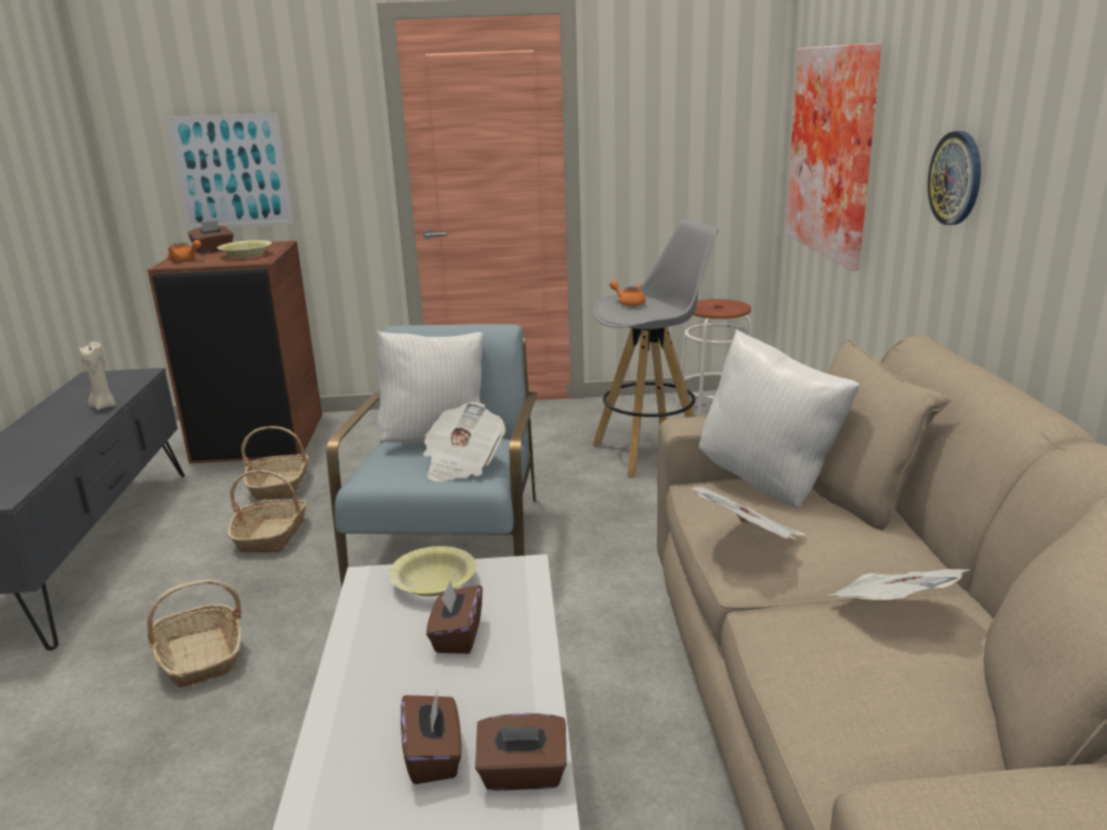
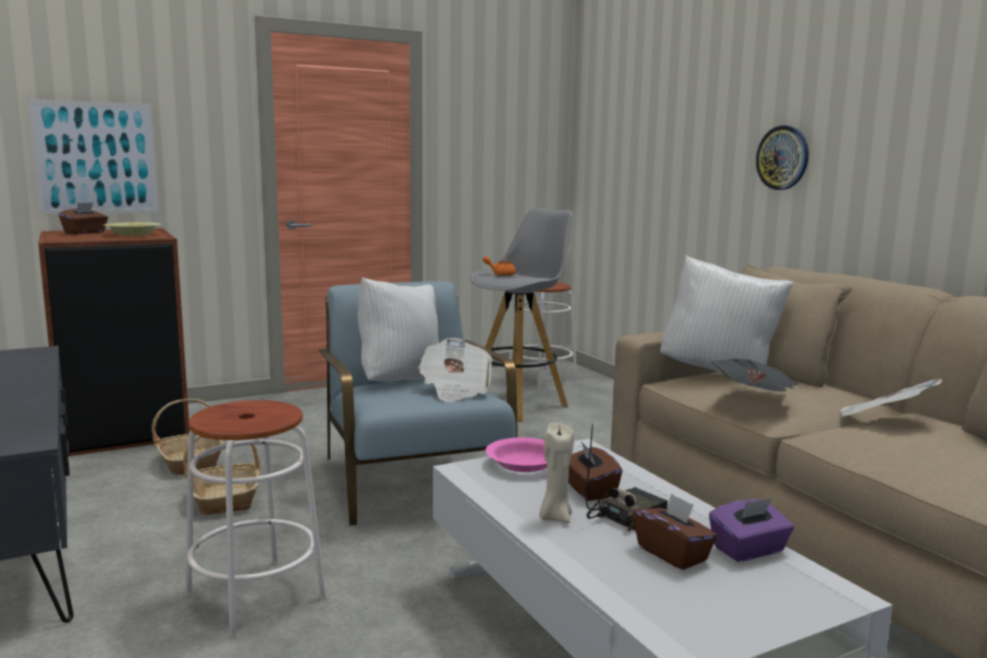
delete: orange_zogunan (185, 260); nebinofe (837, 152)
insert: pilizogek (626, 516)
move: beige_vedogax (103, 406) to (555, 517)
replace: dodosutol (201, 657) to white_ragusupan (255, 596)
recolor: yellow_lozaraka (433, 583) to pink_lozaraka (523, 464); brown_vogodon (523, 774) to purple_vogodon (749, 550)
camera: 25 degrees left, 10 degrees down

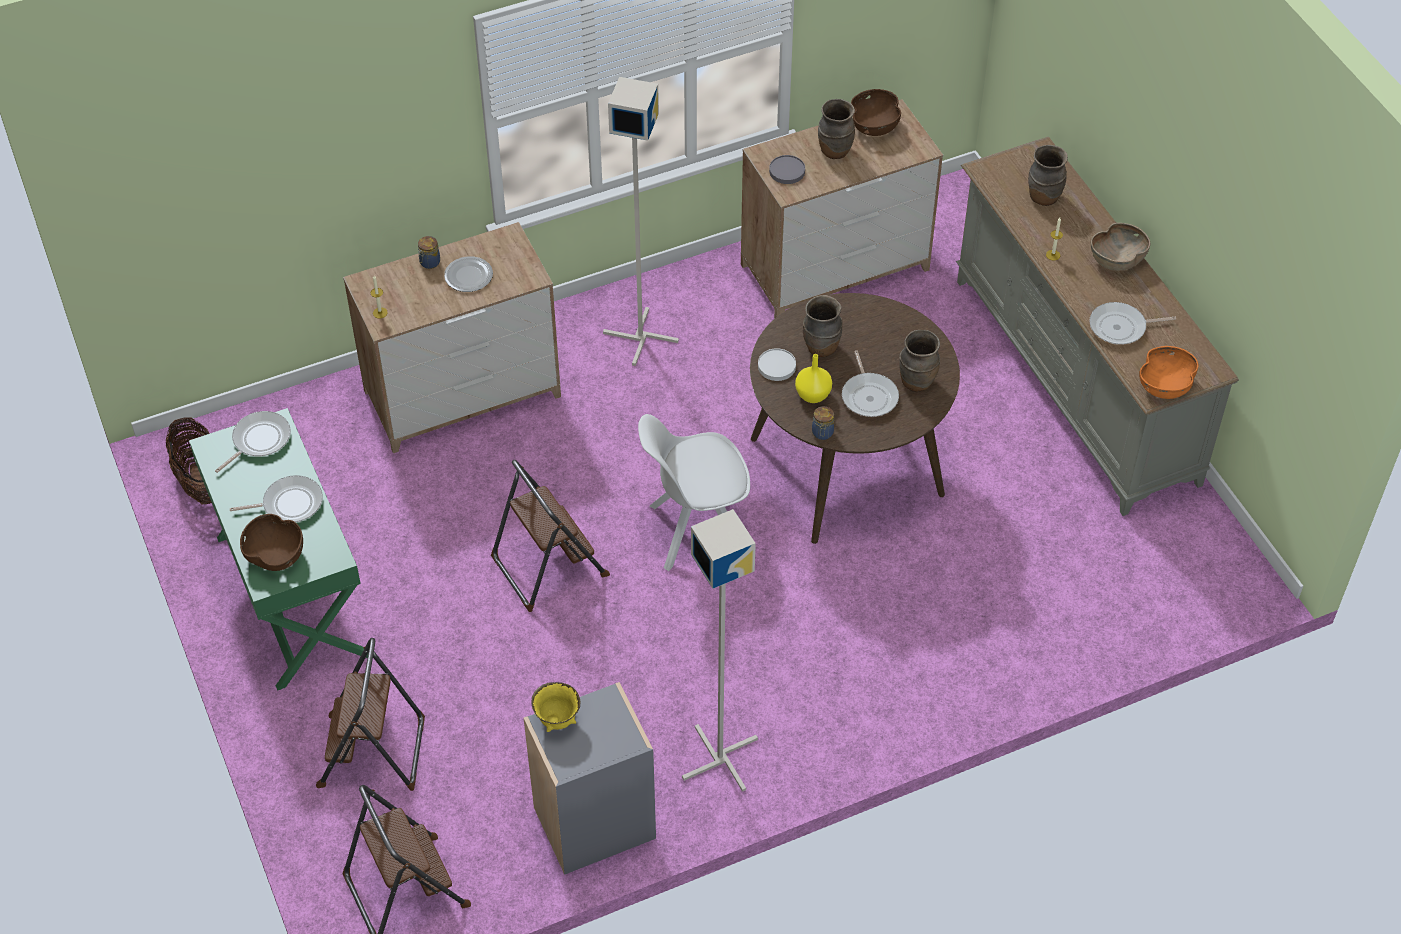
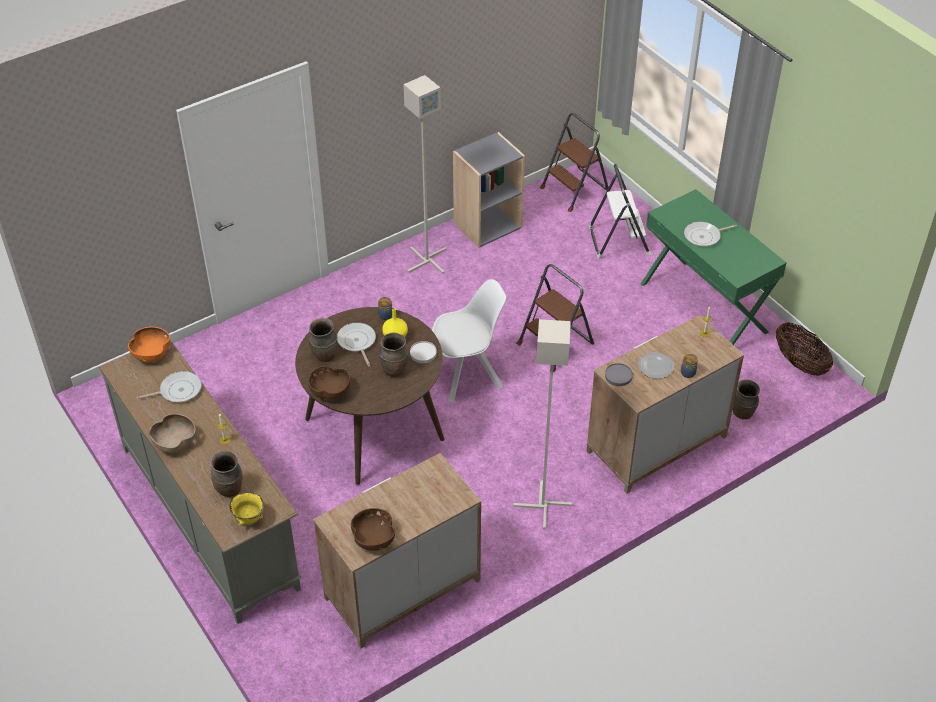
delete: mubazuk (259, 440)
move: brown_lozaraka (275, 555) to (330, 392); yellow_lozaraka (557, 720) to (249, 519); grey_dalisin (786, 171) to (618, 376); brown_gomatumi (834, 151) to (742, 413)
recolor: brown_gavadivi (376, 752) to white_gavadivi (616, 240)
camera: 170 degrees right, 5 degrees down

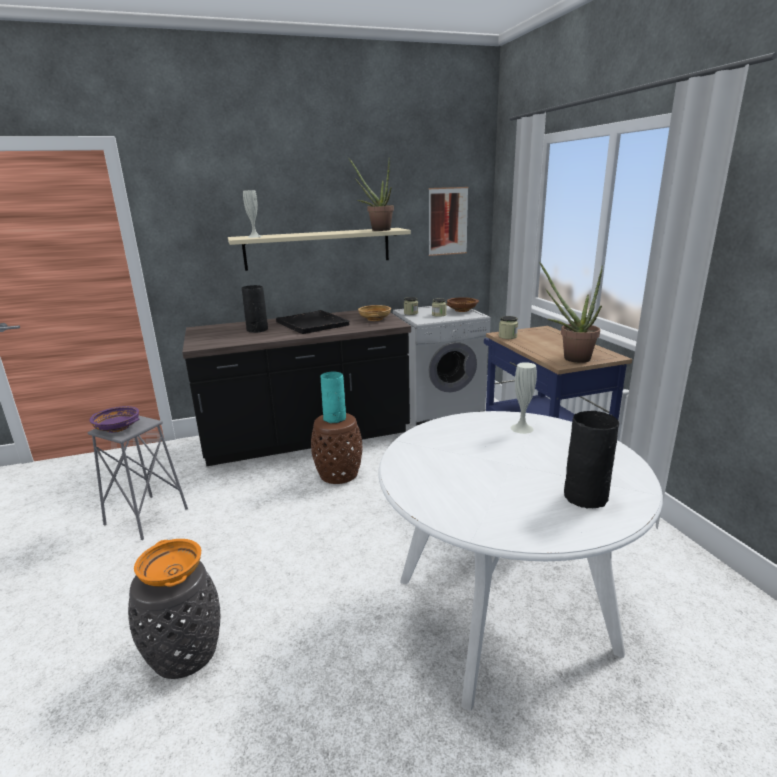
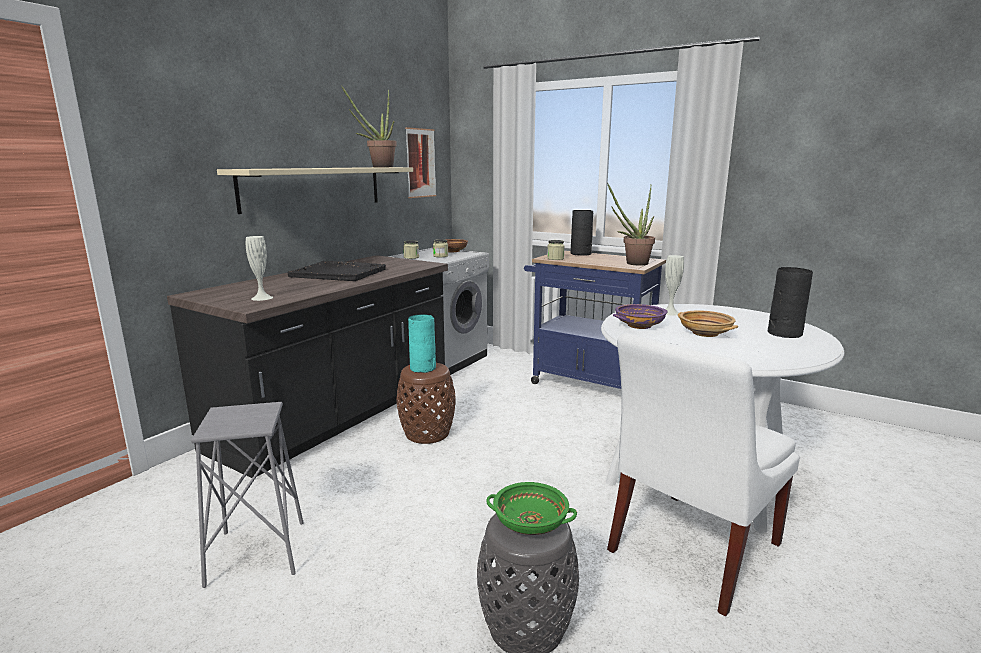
insert: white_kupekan (689, 550)
move: purple_lozaraka (118, 428) to (639, 325); black_gomatumi (257, 330) to (581, 254); white_gomatumi (254, 237) to (262, 298); beige_lozaraka (375, 319) to (705, 333)
recolor: orange_lozaraka (171, 574) to green_lozaraka (529, 523)
camera: 40 degrees left, 5 degrees down

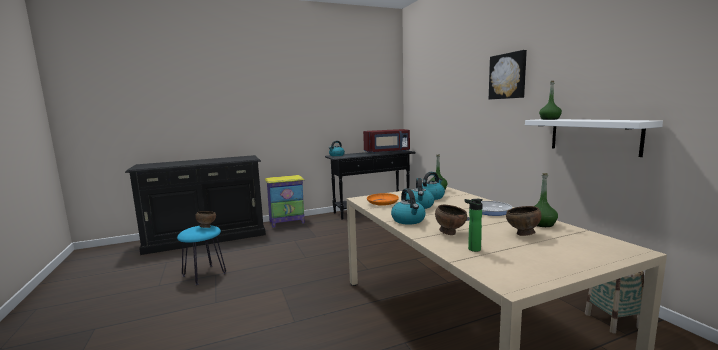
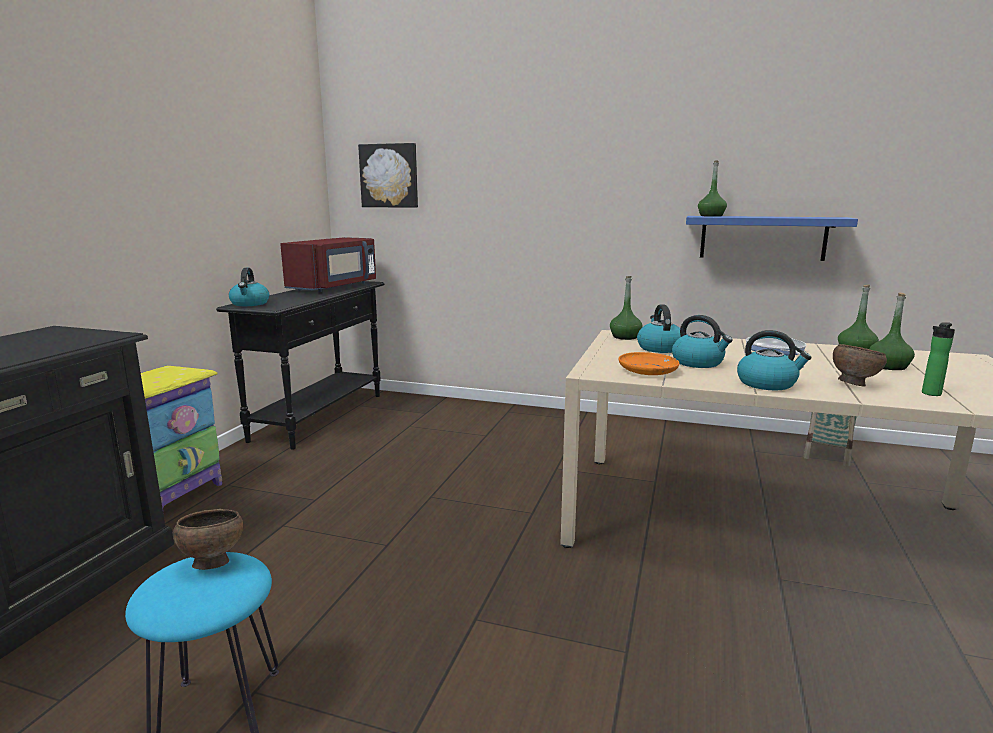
move: nebinofe (508, 76) to (389, 176)
replace: brown_lozaraka (522, 234) to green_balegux (889, 366)
recolor: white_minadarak (593, 136) to blue_minadarak (762, 238)
camera: 50 degrees left, 5 degrees up

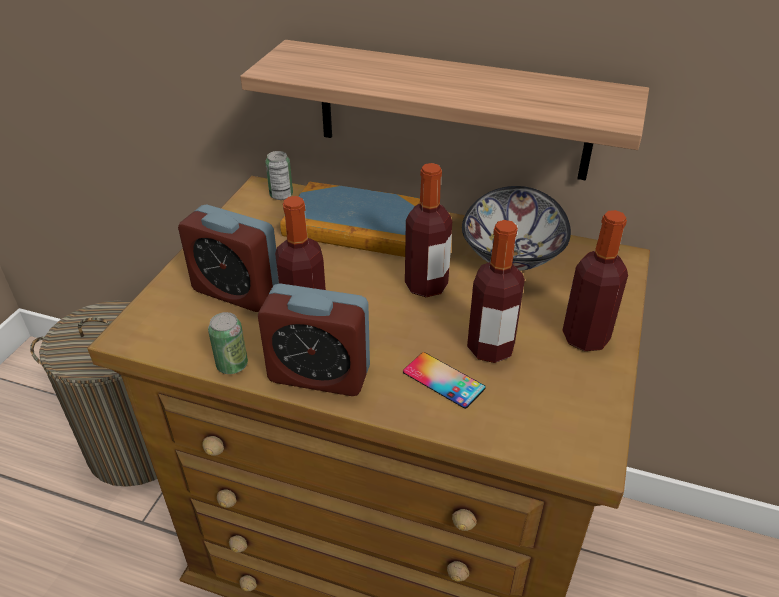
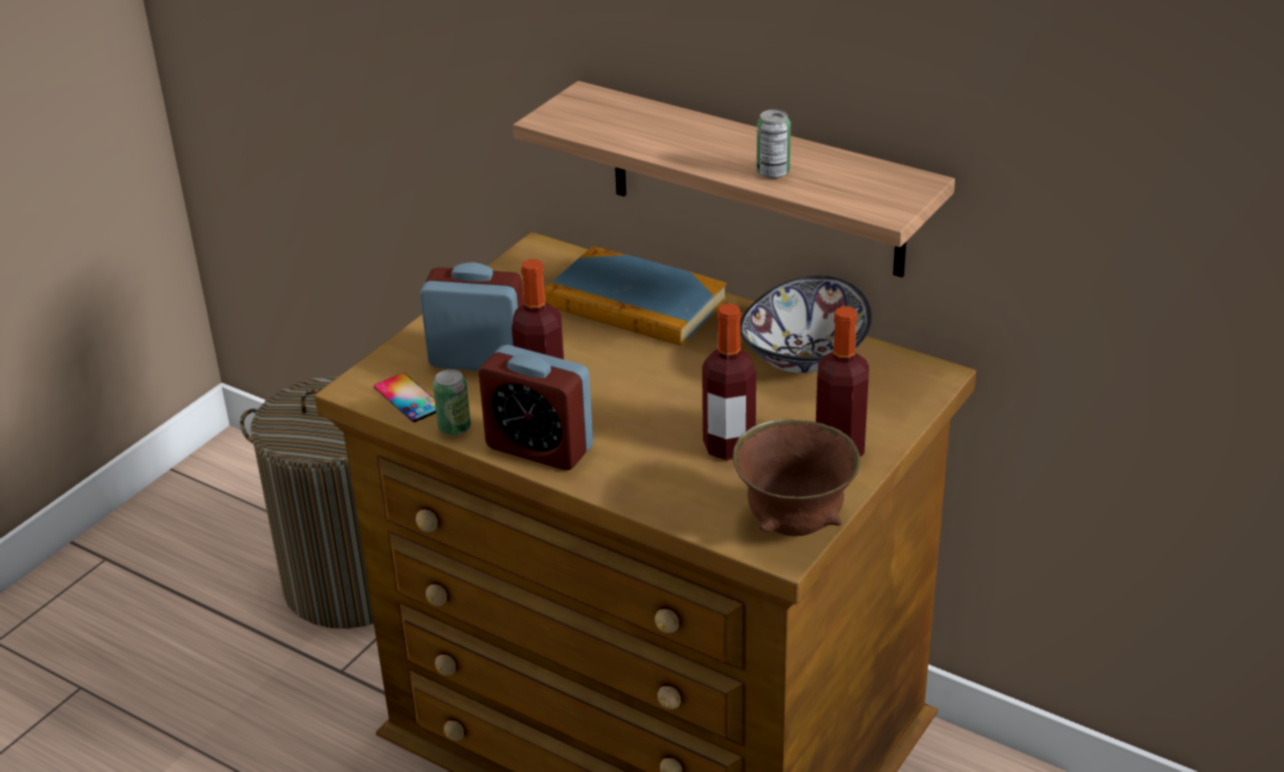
delete: balegux (426, 285)
insert: brown_lozaraka (794, 524)
move: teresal (281, 195) to (773, 172); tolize (443, 380) to (408, 398)
rotate: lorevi (237, 291) = (478, 359) 150 degrees clockwise
camera: 15 degrees right, 5 degrees down

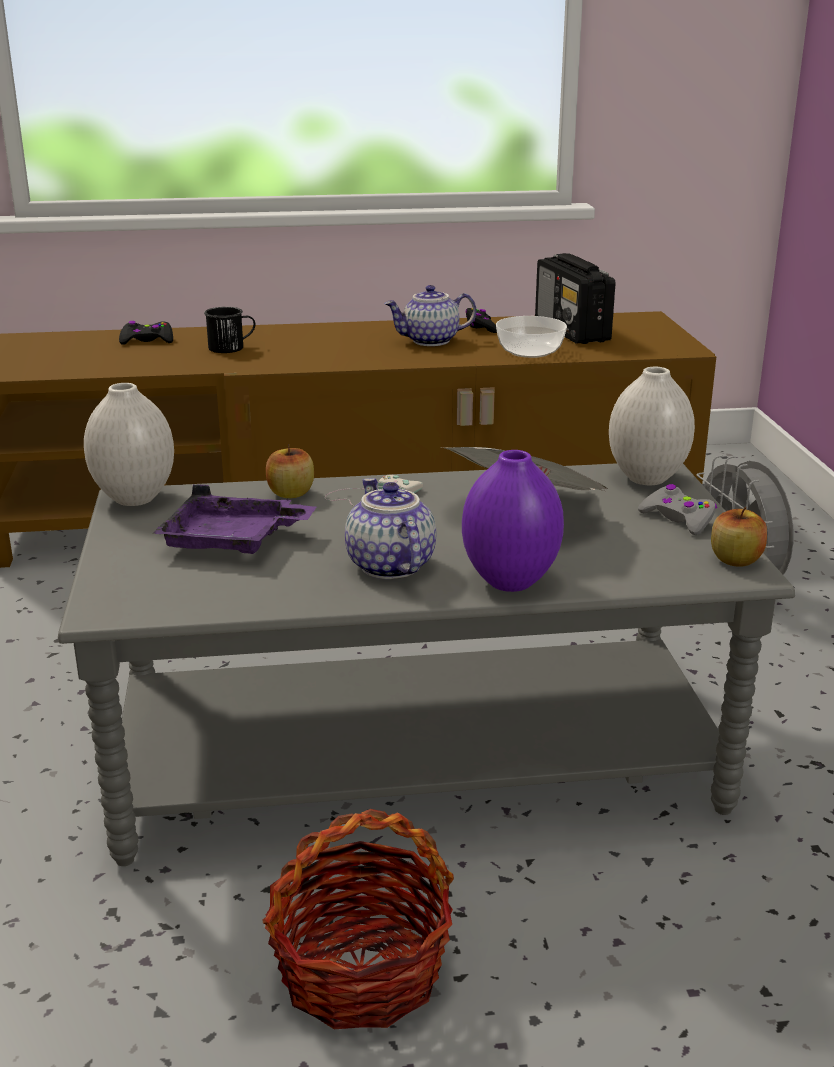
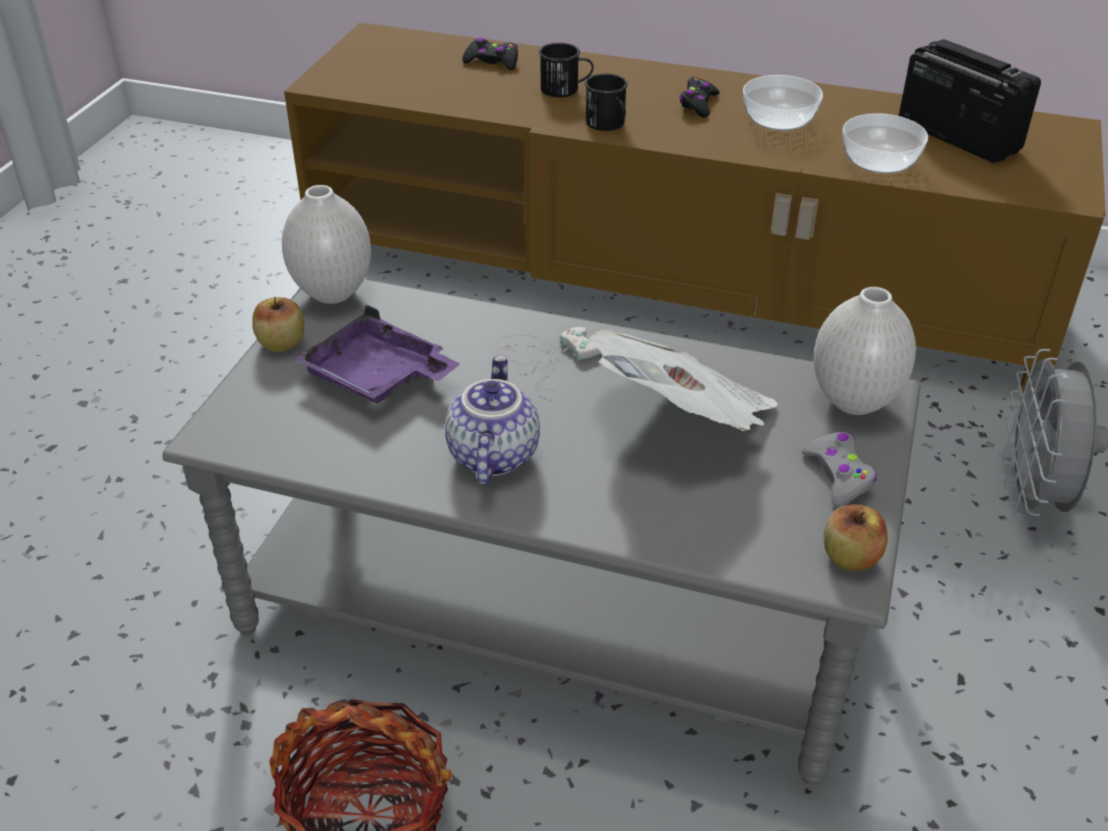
delete: purple_gomatumi (511, 582)
insert: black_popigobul (608, 125)
move: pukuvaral (291, 493) to (281, 343); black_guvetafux (481, 327) to (698, 104)
replace: zogunan (430, 341) to lozaraka (780, 121)
rotate: pilizogek (572, 331) = (957, 136) 135 degrees clockwise
camera: 25 degrees right, 15 degrees up

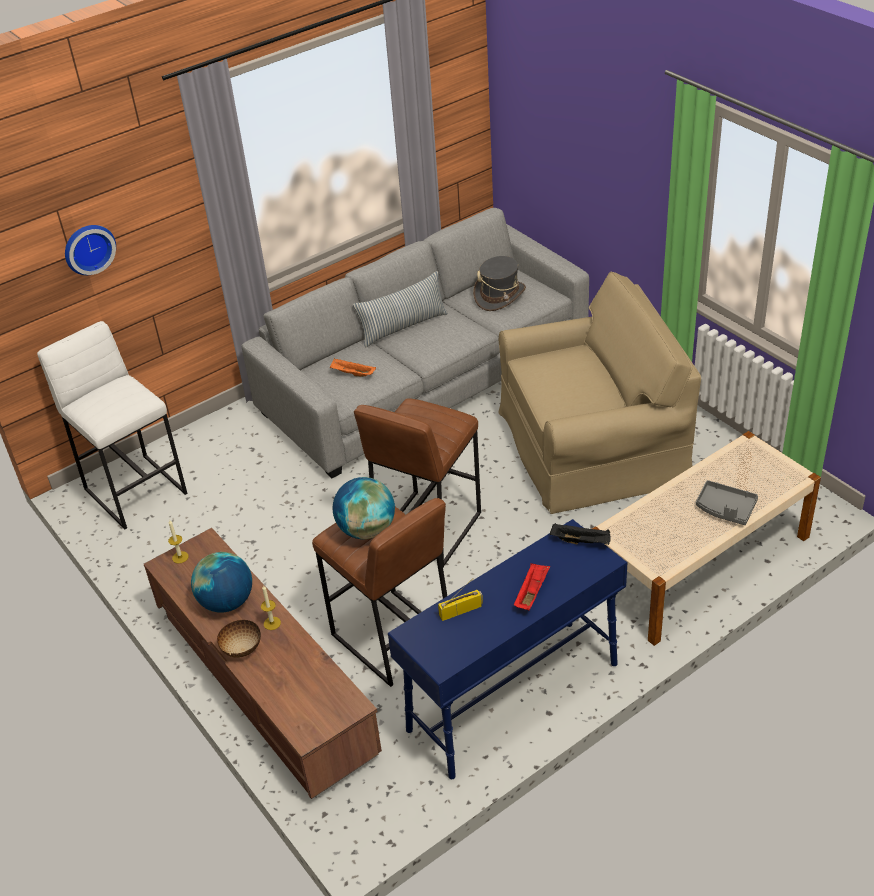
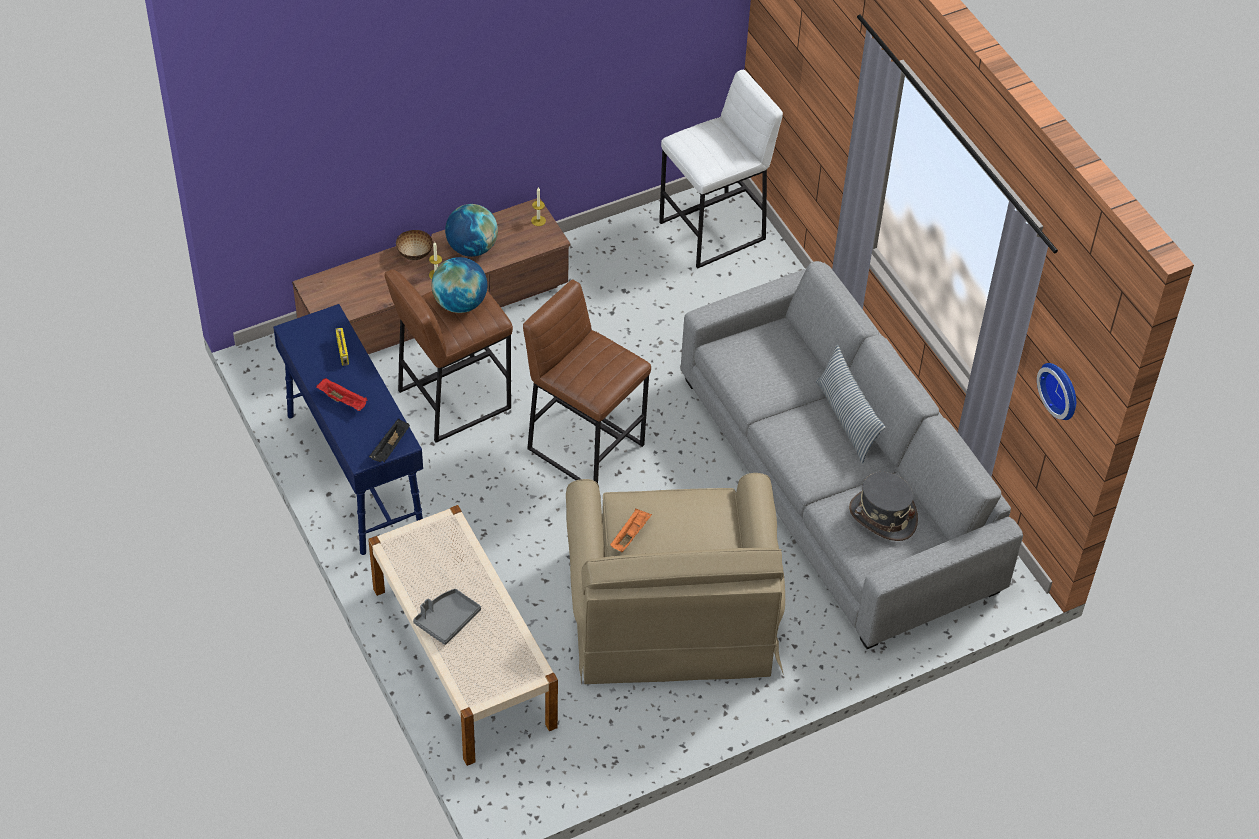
move: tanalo (88, 248) to (1061, 389); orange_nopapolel (352, 374) to (630, 535)
camera: 95 degrees right, 10 degrees up

